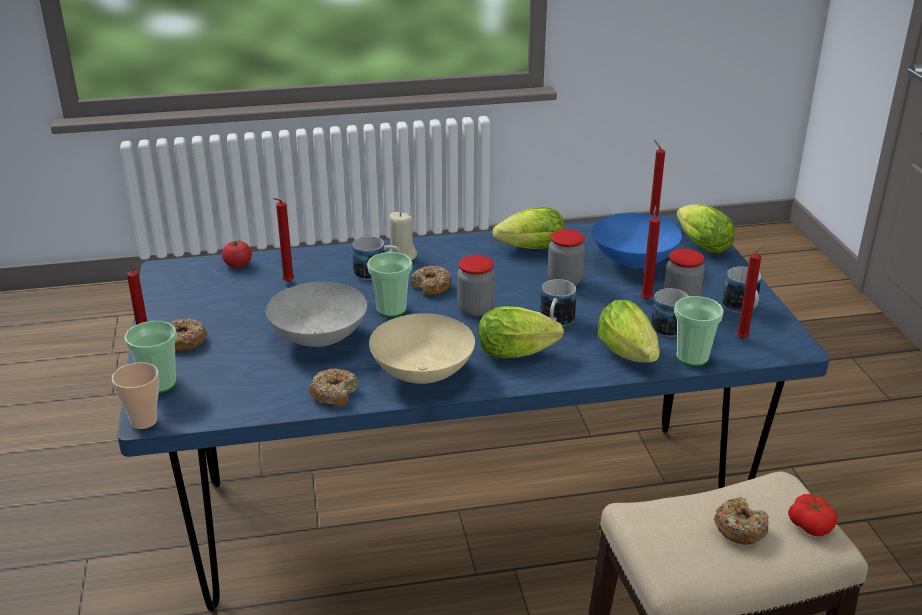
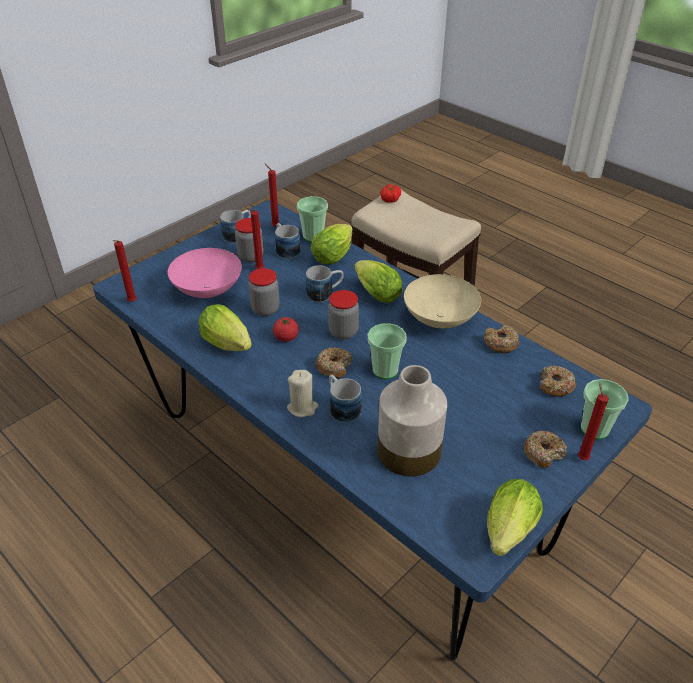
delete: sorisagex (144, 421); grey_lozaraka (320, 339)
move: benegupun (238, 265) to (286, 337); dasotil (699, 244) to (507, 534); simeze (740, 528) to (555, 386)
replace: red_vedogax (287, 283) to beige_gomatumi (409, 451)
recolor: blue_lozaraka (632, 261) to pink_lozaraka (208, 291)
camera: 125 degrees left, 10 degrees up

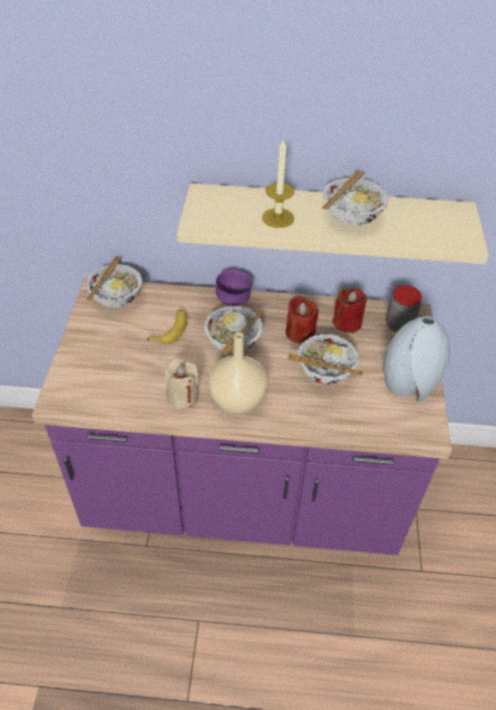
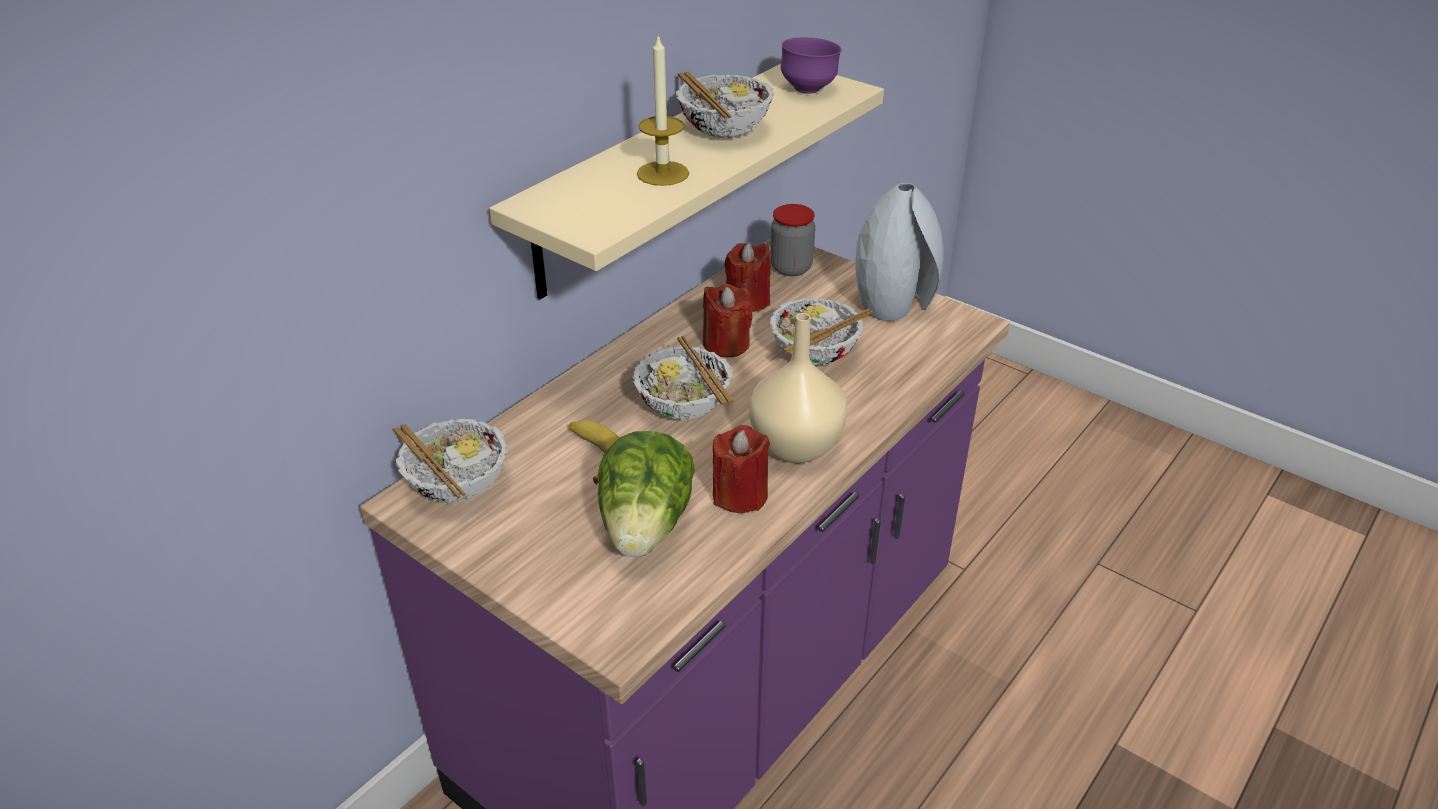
insert: dasotil (646, 527)
move: purple_lozaraka (233, 302) to (809, 90)
recolor: beige_vedogax (182, 396) to red_vedogax (740, 495)
camera: 55 degrees left, 10 degrees down

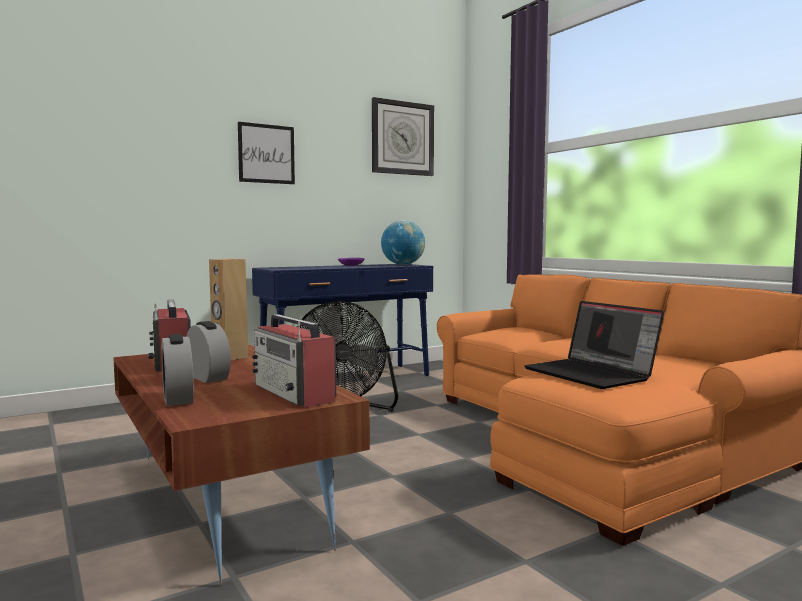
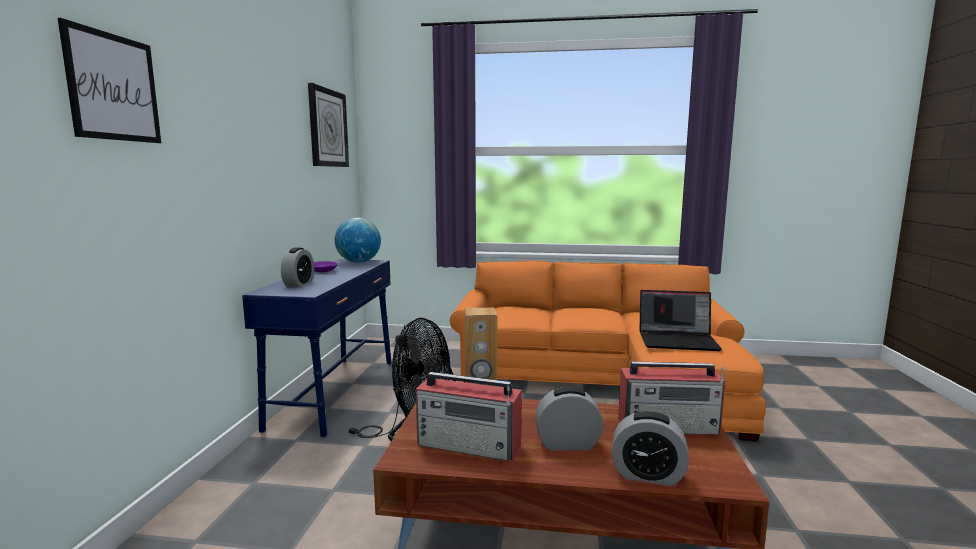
insert: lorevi (299, 284)
move: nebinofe (266, 154) to (113, 87)
camera: 50 degrees left, 5 degrees up

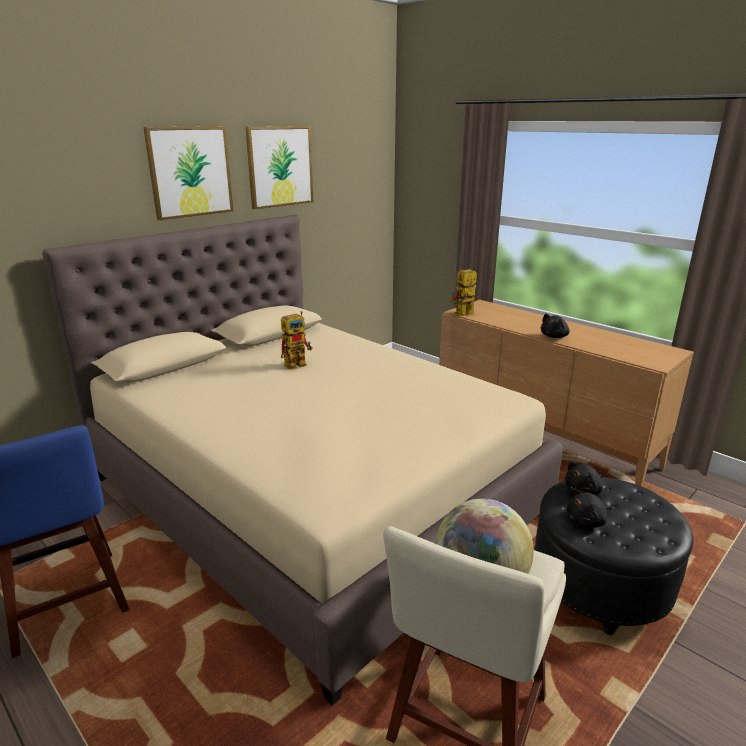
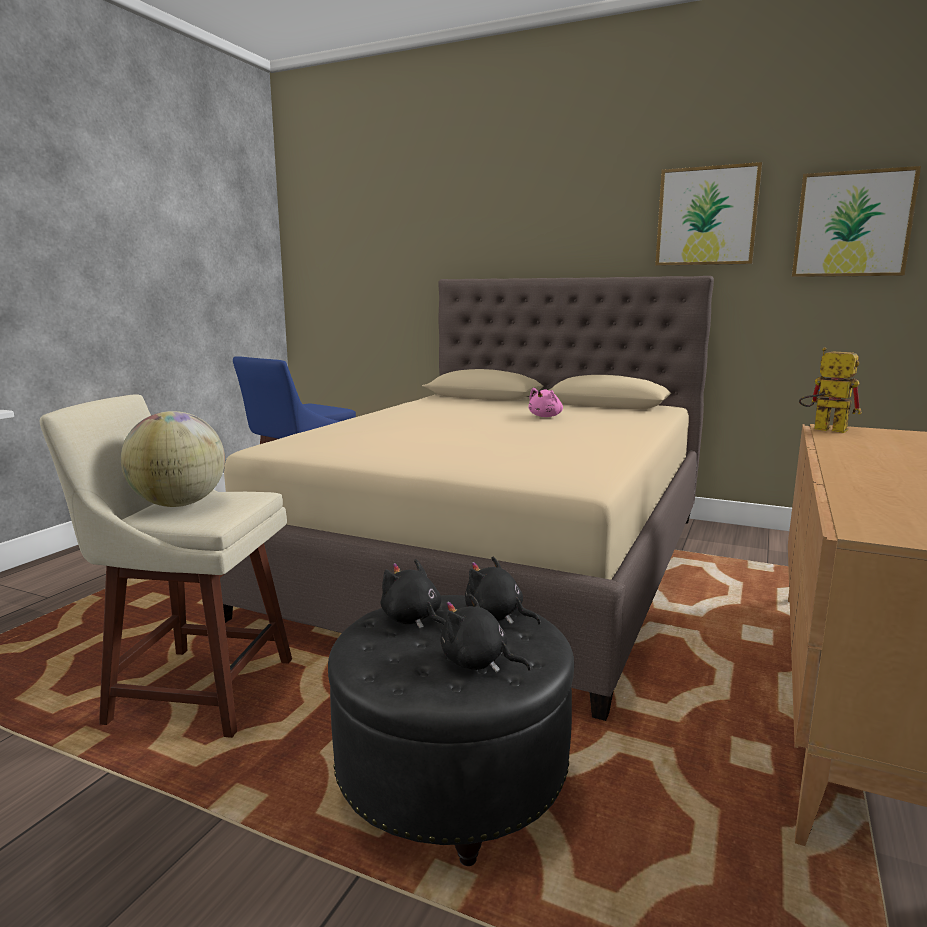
move: nebinofe (190, 172) to (852, 224); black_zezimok (555, 336) to (478, 662)
replace: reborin (298, 363) to pink_zezimok (546, 416)
camera: 70 degrees right, 10 degrees down

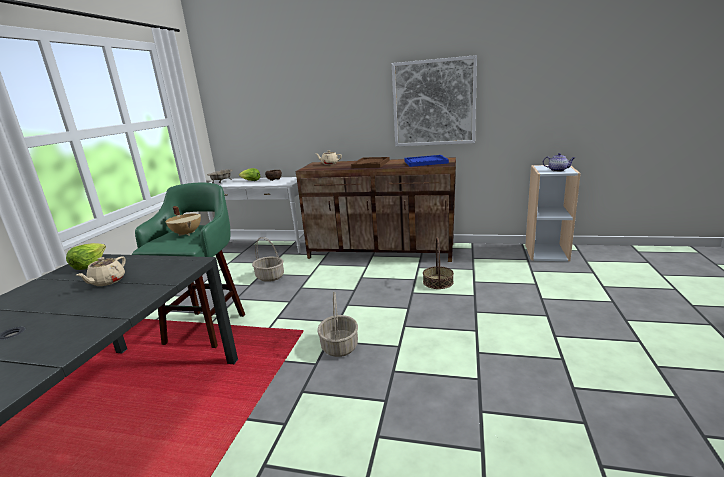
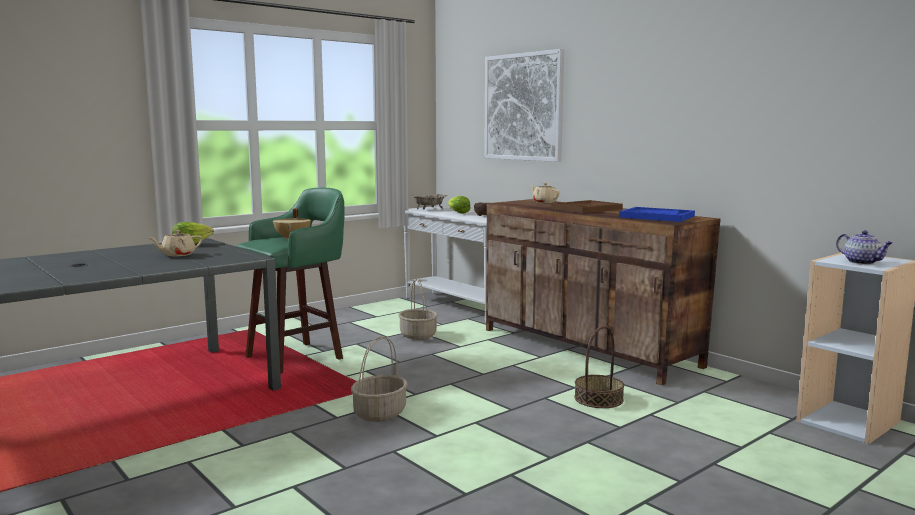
move: nebinofe (434, 103) to (523, 107)
camera: 35 degrees right, 10 degrees down

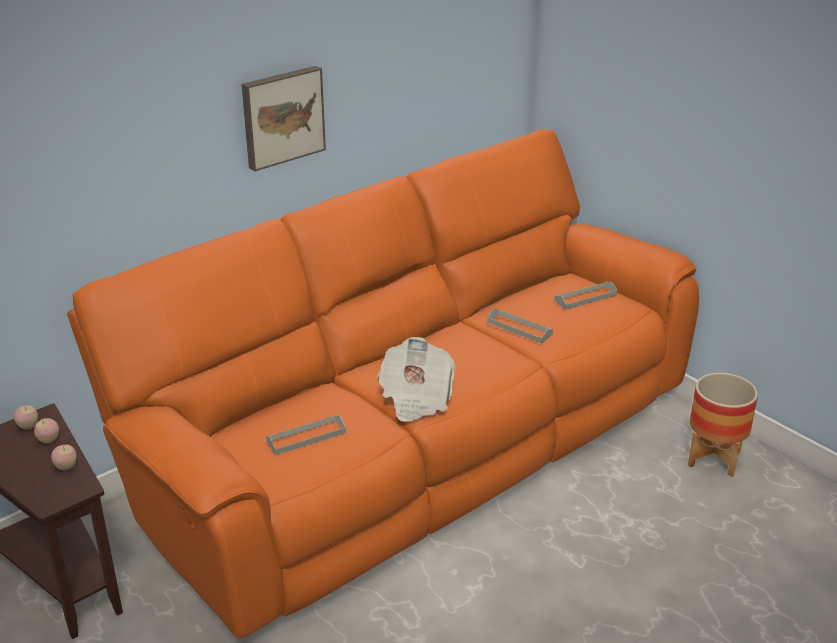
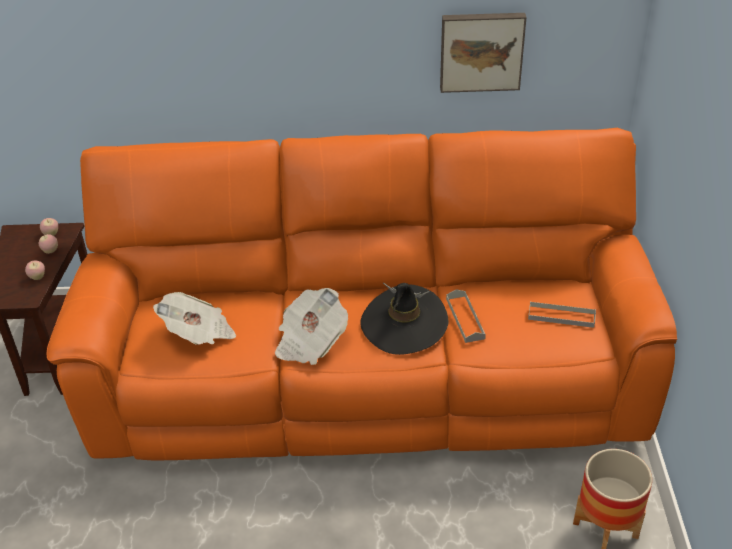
insert: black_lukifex (404, 323)
move: nebinofe (282, 116) to (481, 51)
replace: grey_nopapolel (306, 437) to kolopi (199, 334)
camera: 40 degrees right, 10 degrees up

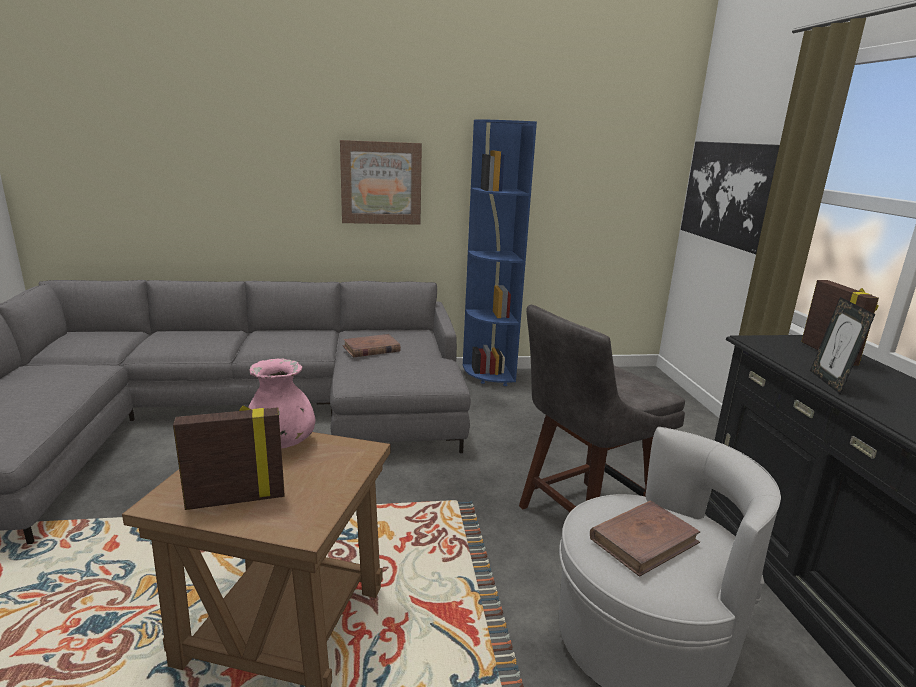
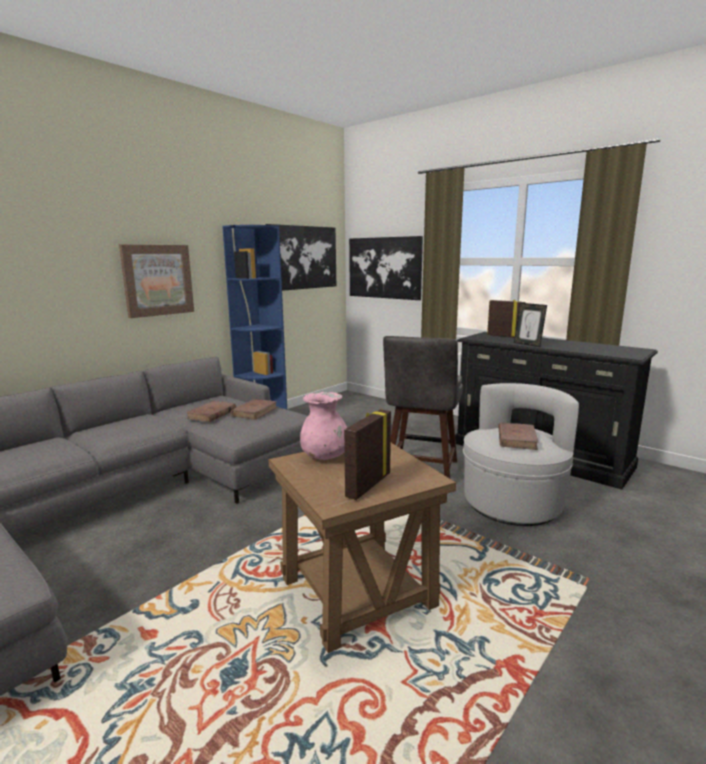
insert: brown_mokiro (255, 411); nebinofe (302, 257)
camera: 40 degrees left, 5 degrees down

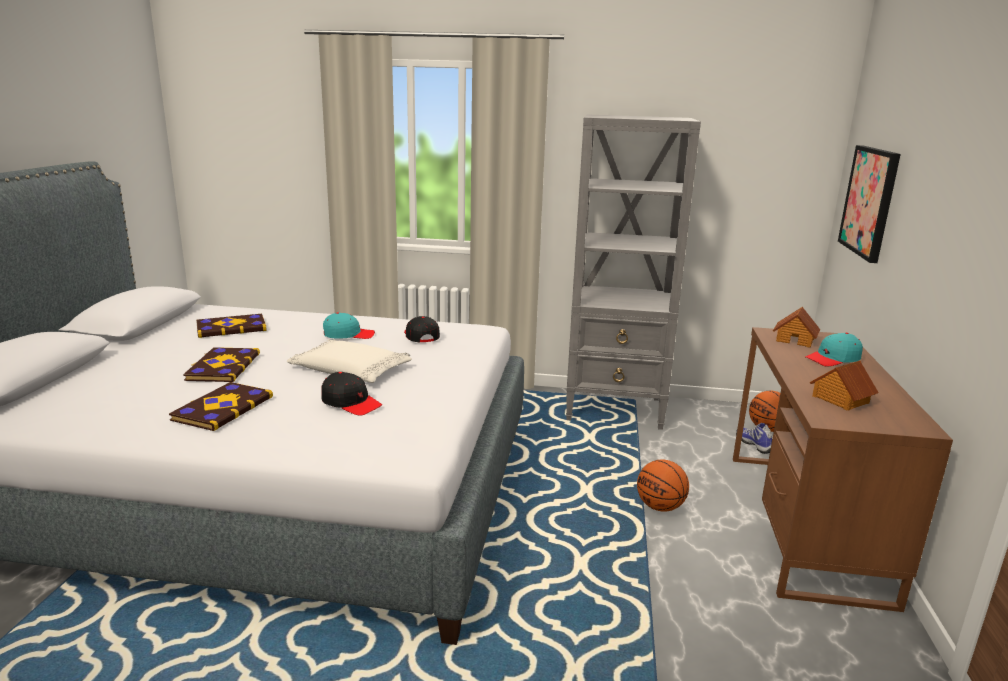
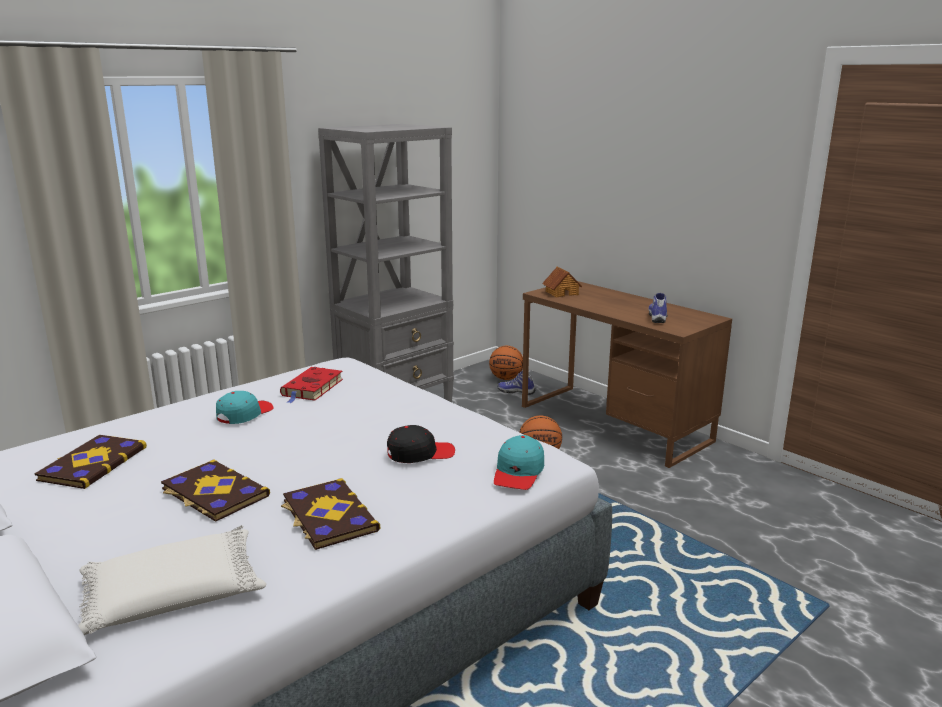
delete: nebinofe (870, 201)
move: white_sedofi (350, 368) to (173, 589); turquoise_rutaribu (833, 359) to (518, 472)
replace: black_rutaribu (420, 336) to red_mokiro (312, 388); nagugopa (840, 399) to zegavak (658, 318)
camera: 50 degrees left, 0 degrees up

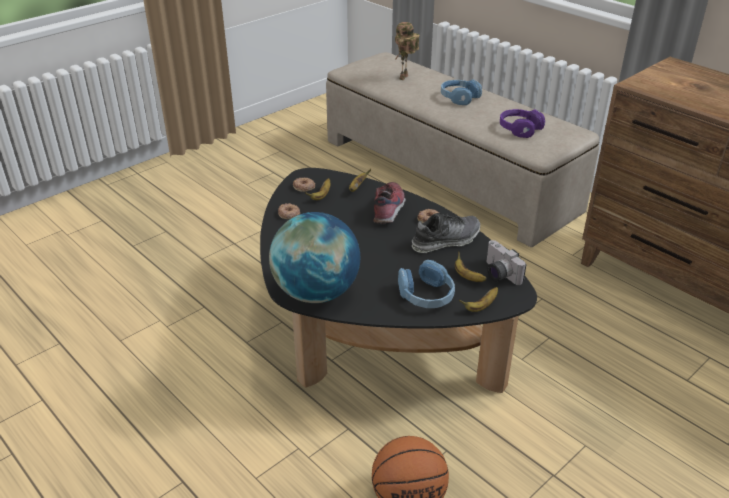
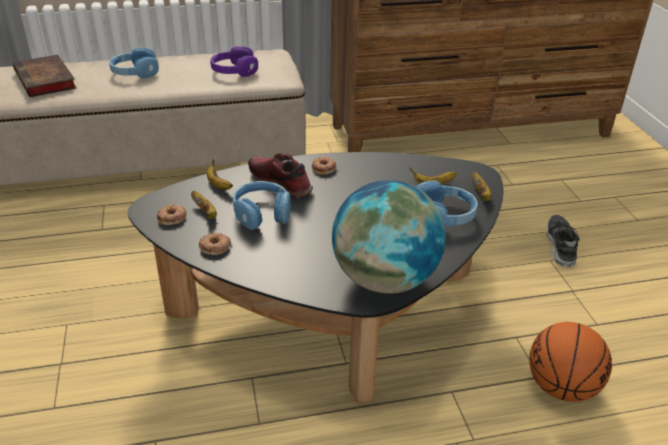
delete: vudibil (498, 274)
insert: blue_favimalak (262, 213)
move: zegavak (446, 241) to (560, 246)
replace: reborin (404, 78) to mokiro (46, 81)
camera: 60 degrees left, 0 degrees up

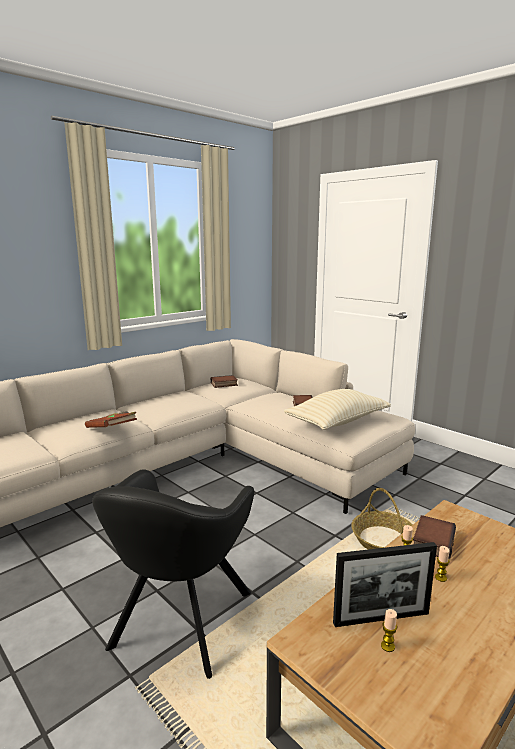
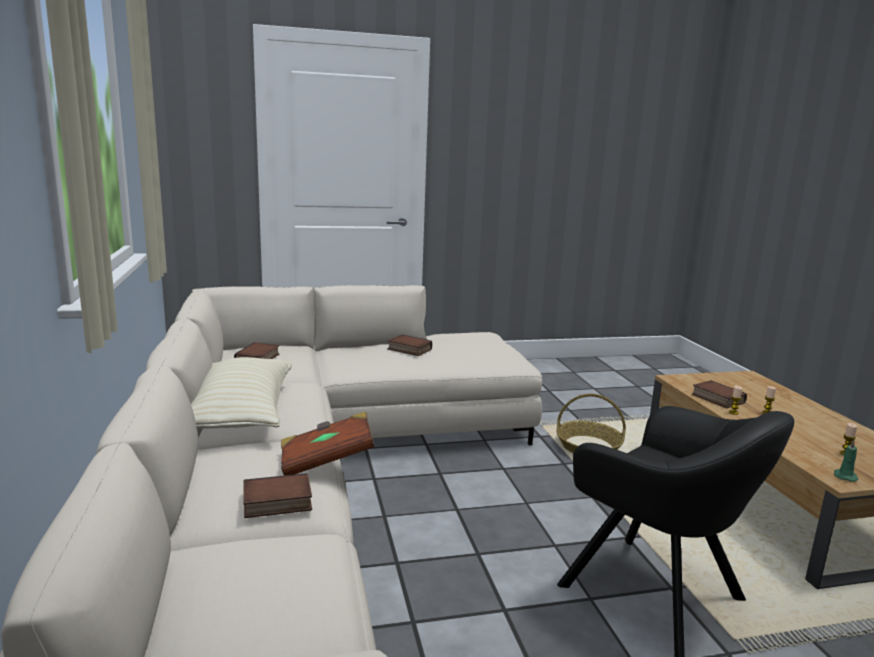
delete: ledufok (381, 618)
insert: mokiro (276, 503); green_vedogax (845, 476)
move: beige_sedofi (337, 422) to (241, 414)
camera: 60 degrees left, 0 degrees up

